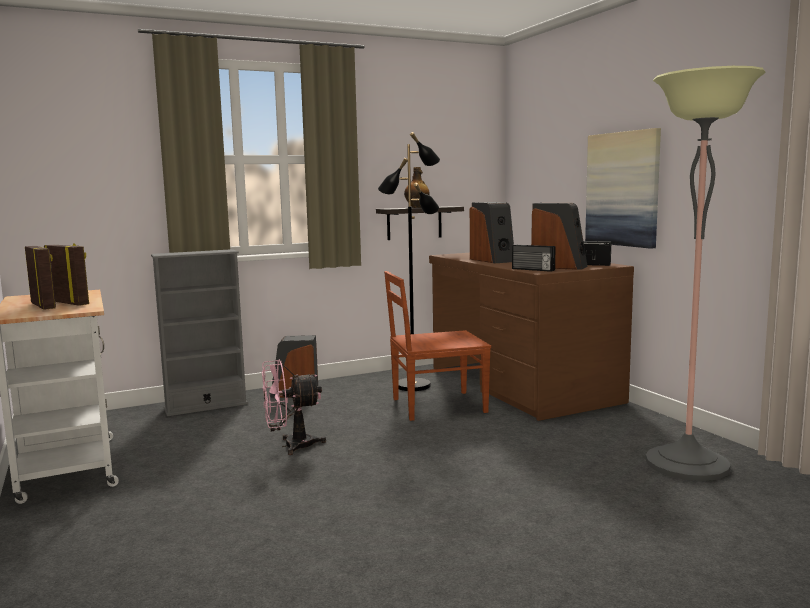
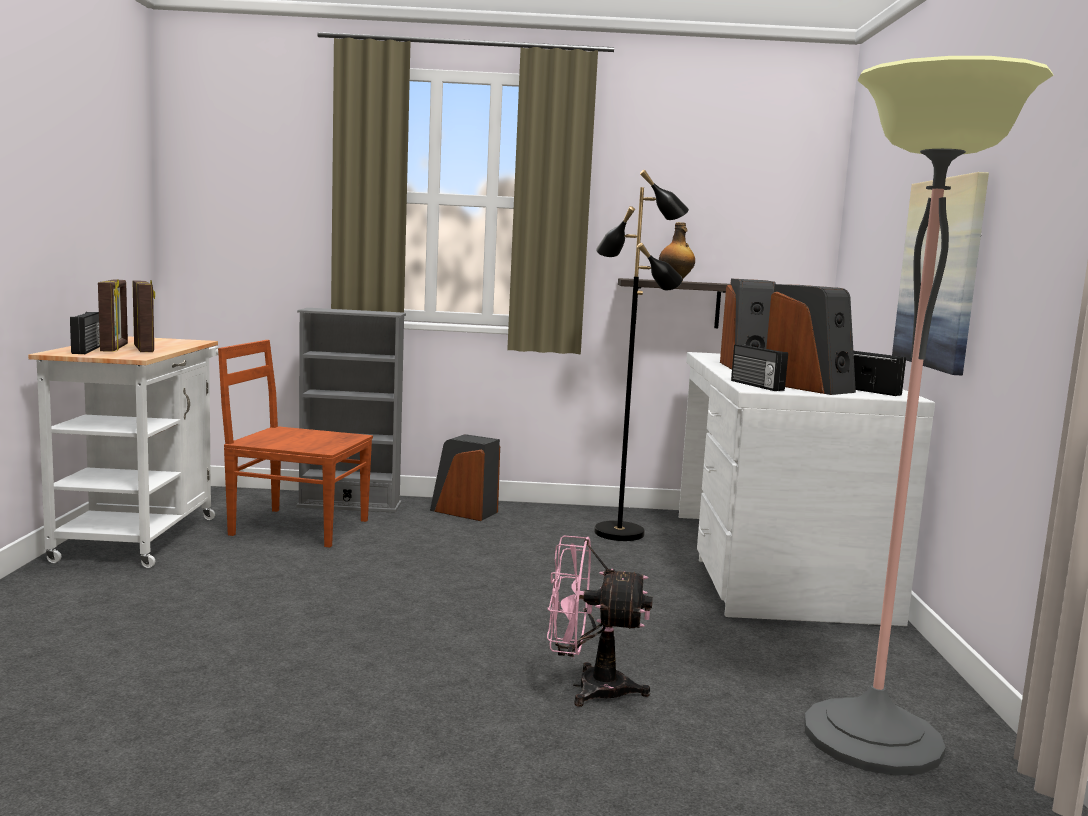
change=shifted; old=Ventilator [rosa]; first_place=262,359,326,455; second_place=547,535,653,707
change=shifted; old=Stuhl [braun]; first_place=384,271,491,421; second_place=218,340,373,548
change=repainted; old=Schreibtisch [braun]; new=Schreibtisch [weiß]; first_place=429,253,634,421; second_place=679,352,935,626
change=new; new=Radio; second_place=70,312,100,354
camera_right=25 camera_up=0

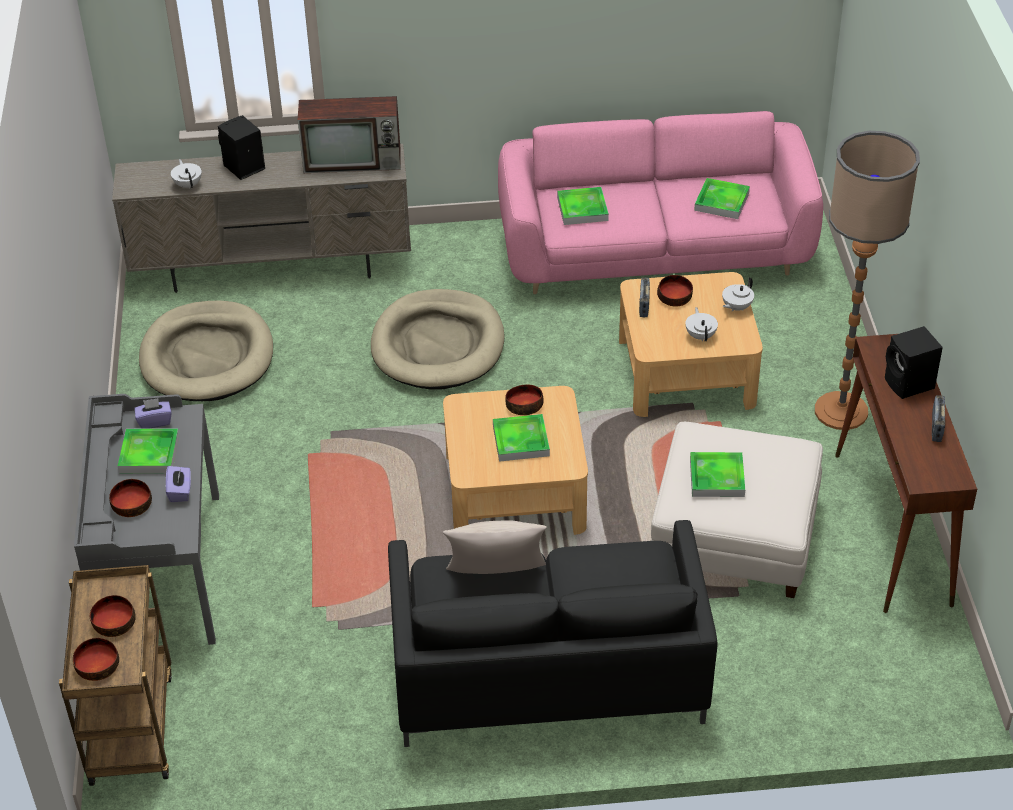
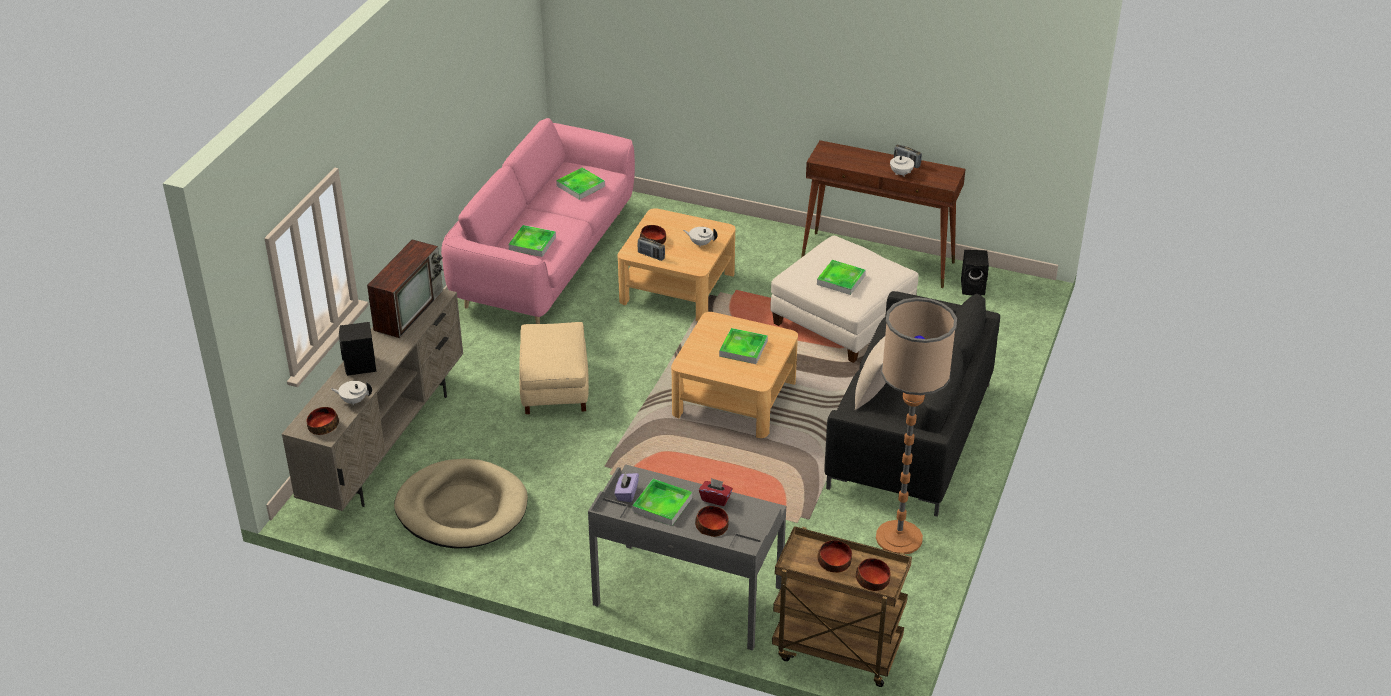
change=repainted; old=Taschentuchbox [lila]; new=Taschentuchbox [rot]; first_place=165,466,191,502; second_place=699,478,733,506
change=swapped; old=Hundebett [beige]; new=Polsterhocker [beige]; first_place=371,289,504,390; second_place=519,322,589,414
change=shifted; old=Schüssel; first_place=506,385,544,415; second_place=307,407,339,435
change=shifted; old=Teekanne [weiß]; first_place=722,277,754,311; second_place=890,149,914,177
change=shifted; old=Stehlampe; first_place=815,131,920,430; second_place=876,297,957,554
change=shifted; old=Lautsprecher [schwarz]; first_place=885,326,943,399; second_place=961,250,989,295
camera_right=-65 camera_up=-5

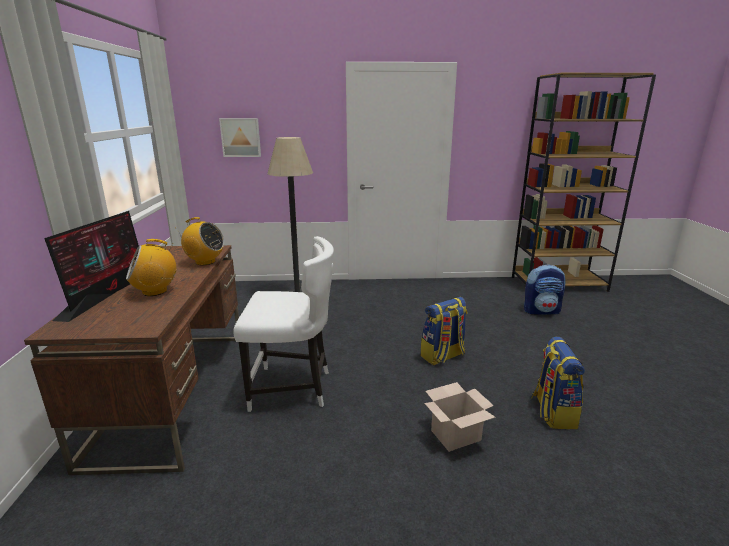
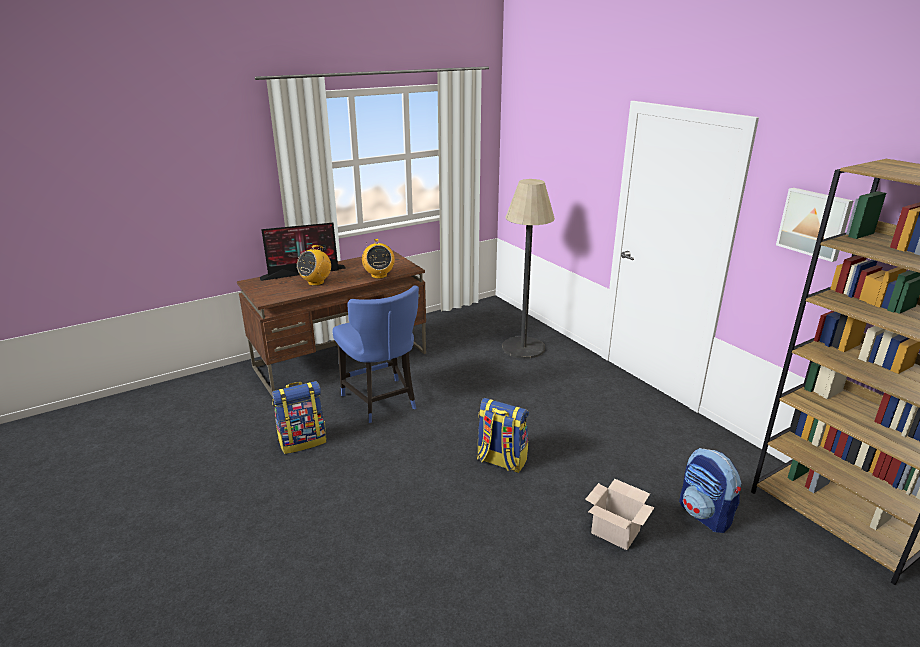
change=rotated; old=Radio; first_place=126,239,176,296; second_place=297,245,331,286; degrees=-90
change=shifted; old=Bild; first_place=219,118,261,157; second_place=776,188,853,262
change=repainted; old=Stuhl [weiß]; new=Stuhl [blau]; first_place=233,236,334,412; second_place=333,286,419,423
change=shifted; old=Karton; first_place=424,382,496,452; second_place=585,479,655,550
change=shifted; old=Rucksack; first_place=532,337,585,429; second_place=272,381,327,454
camera_right=60 camera_up=5

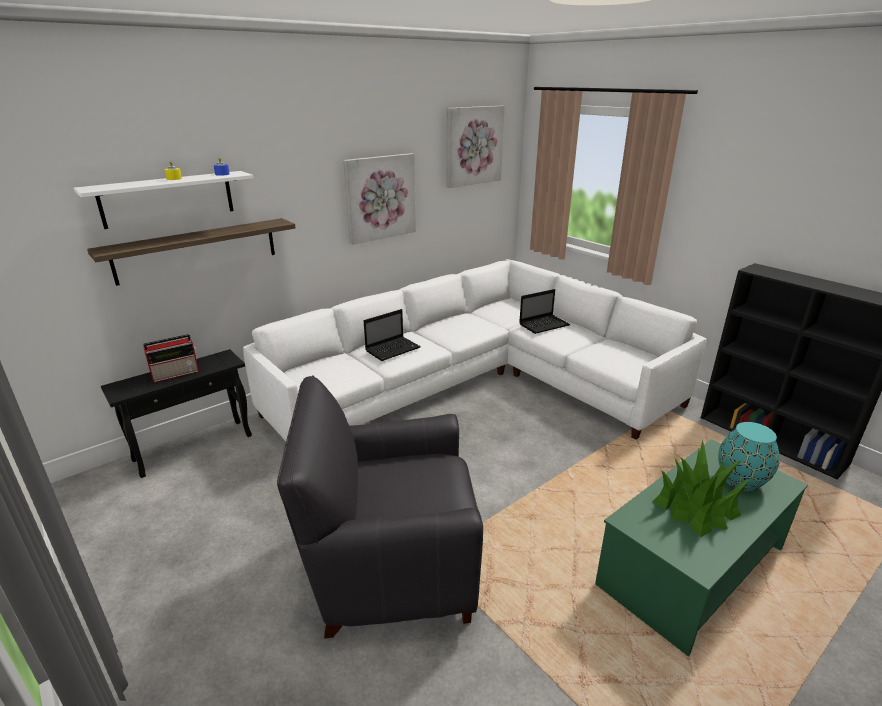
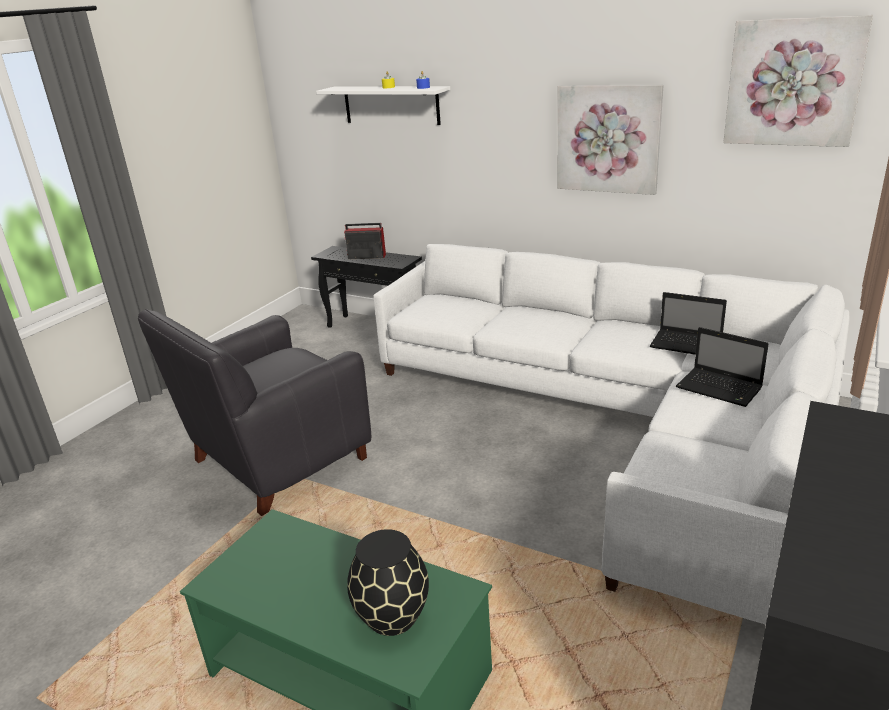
change=gone; old=Wandregal; first_place=87,218,296,286
change=rotated; old=Radio; first_place=143,334,199,383; second_place=344,223,386,259; degrees=150
change=rotated; old=Sessel [schwarz]; first_place=277,375,483,638; second_place=138,309,371,516; degrees=-105
change=shifted; old=Laptop; first_place=364,309,421,361; second_place=650,292,727,355
change=gone; old=Topfpflanze; first_place=652,440,751,537
change=repainted; old=Vase [türkis]; new=Vase [schwarz]; first_place=718,422,780,491; second_place=347,529,429,636
camera_right=70 camera_up=0

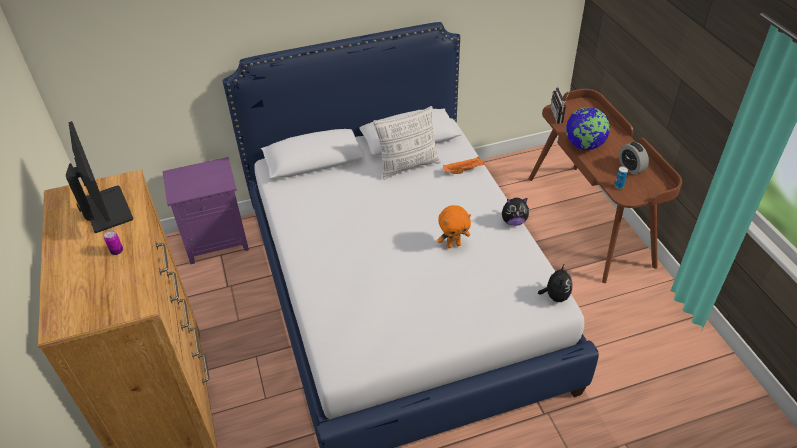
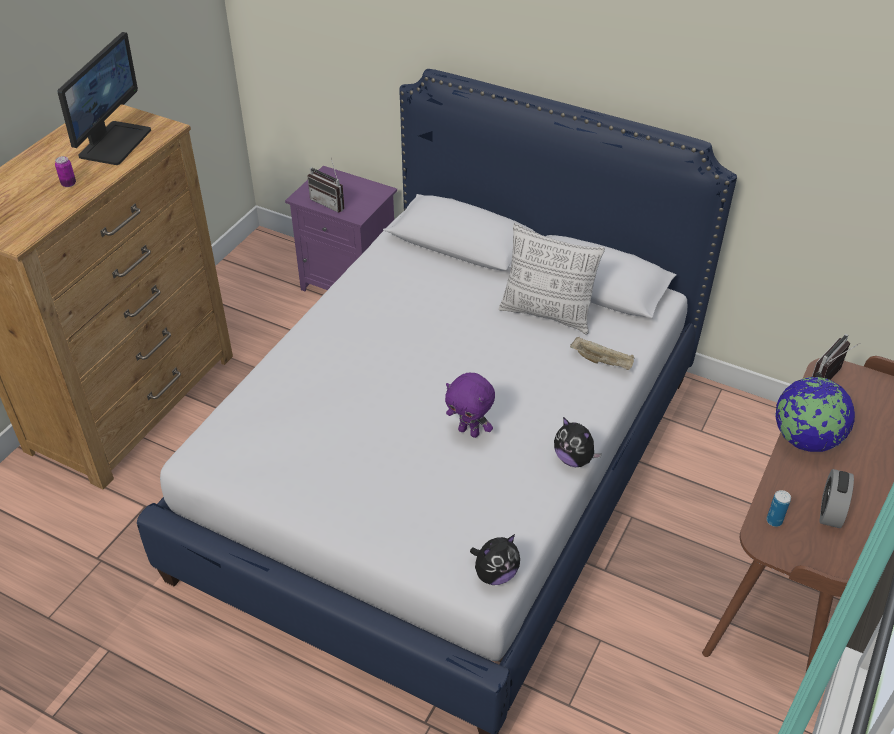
change=repainted; old=Plüschtier [orange]; new=Plüschtier [lila]; first_place=437,205,471,248; second_place=445,373,495,438
change=repainted; old=Tablett [orange]; new=Tablett [beige]; first_place=443,156,485,174; second_place=570,337,634,370
change=new; new=Radio; second_place=308,159,344,213
camera_right=45 camera_up=0

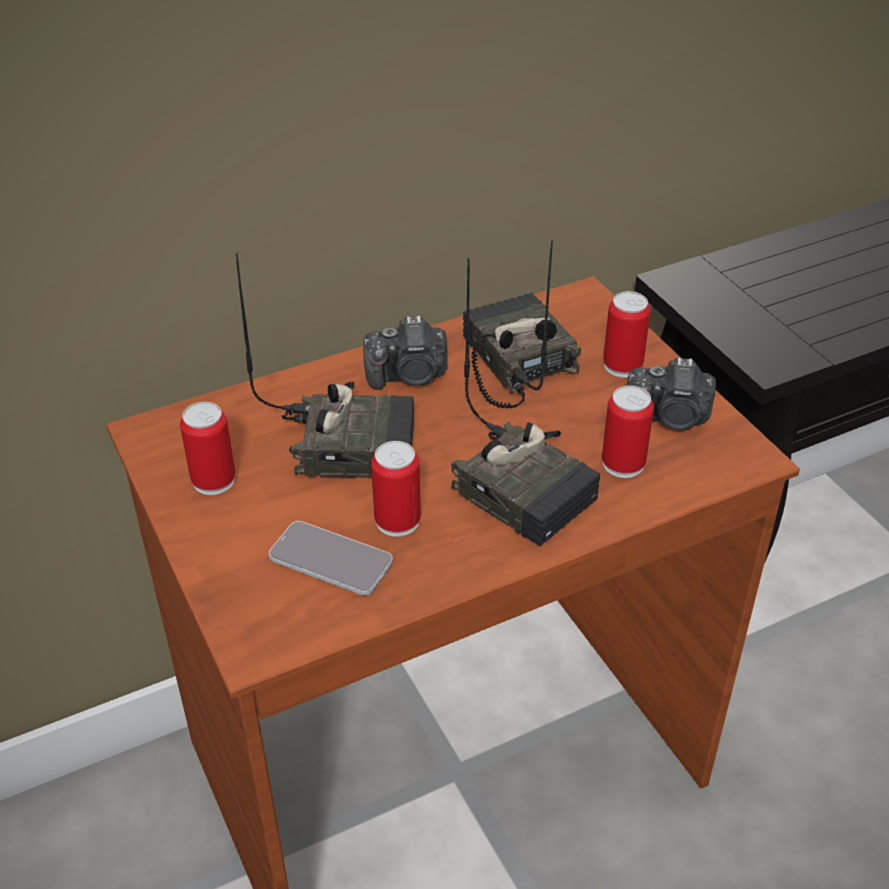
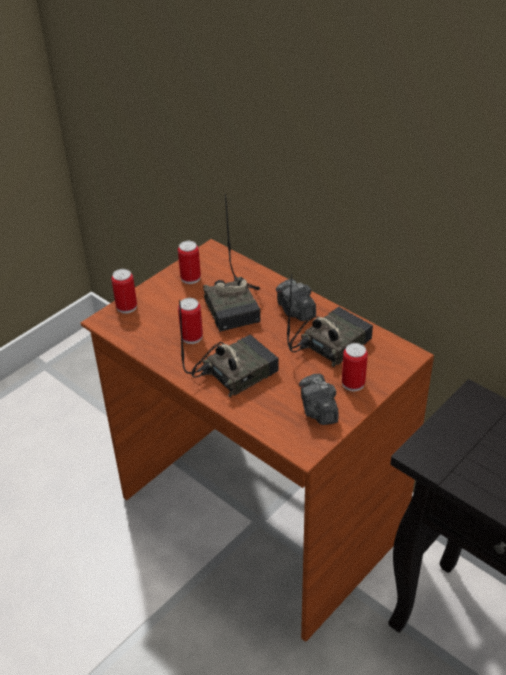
change=gone; old=Handy; first_place=269,521,393,596
change=rotated; old=Radio; first_place=451,258,600,547; second_place=179,299,279,398; degrees=-150
change=shifted; old=Dose; first_place=602,386,654,478; second_place=111,269,137,314
camera_right=70 camera_up=0

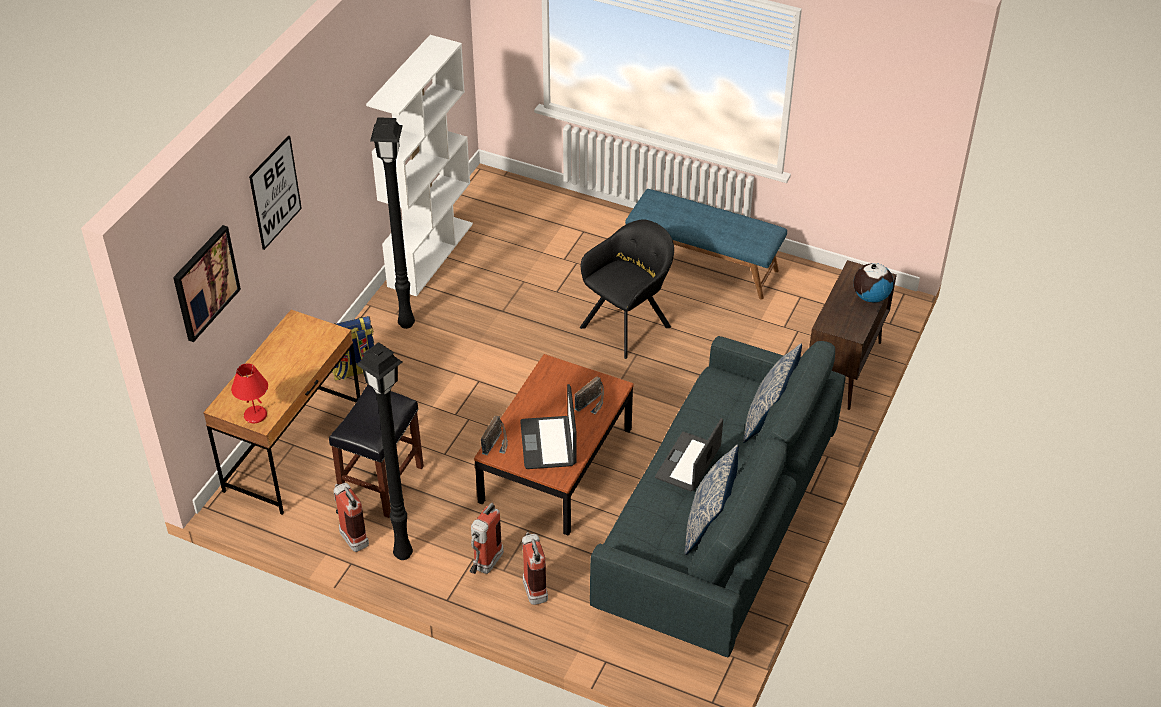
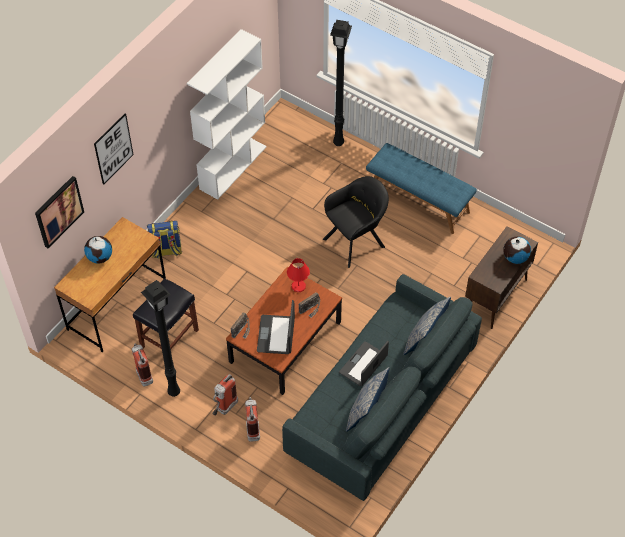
change=shifted; old=Tischlampe [rot]; first_place=231,363,268,423; second_place=287,258,310,292
change=shifted; old=Stehlampe [schwarz]; first_place=370,117,415,329; second_place=330,20,352,146
change=new; new=Globus; second_place=84,236,112,263
camera_right=10 camera_up=10

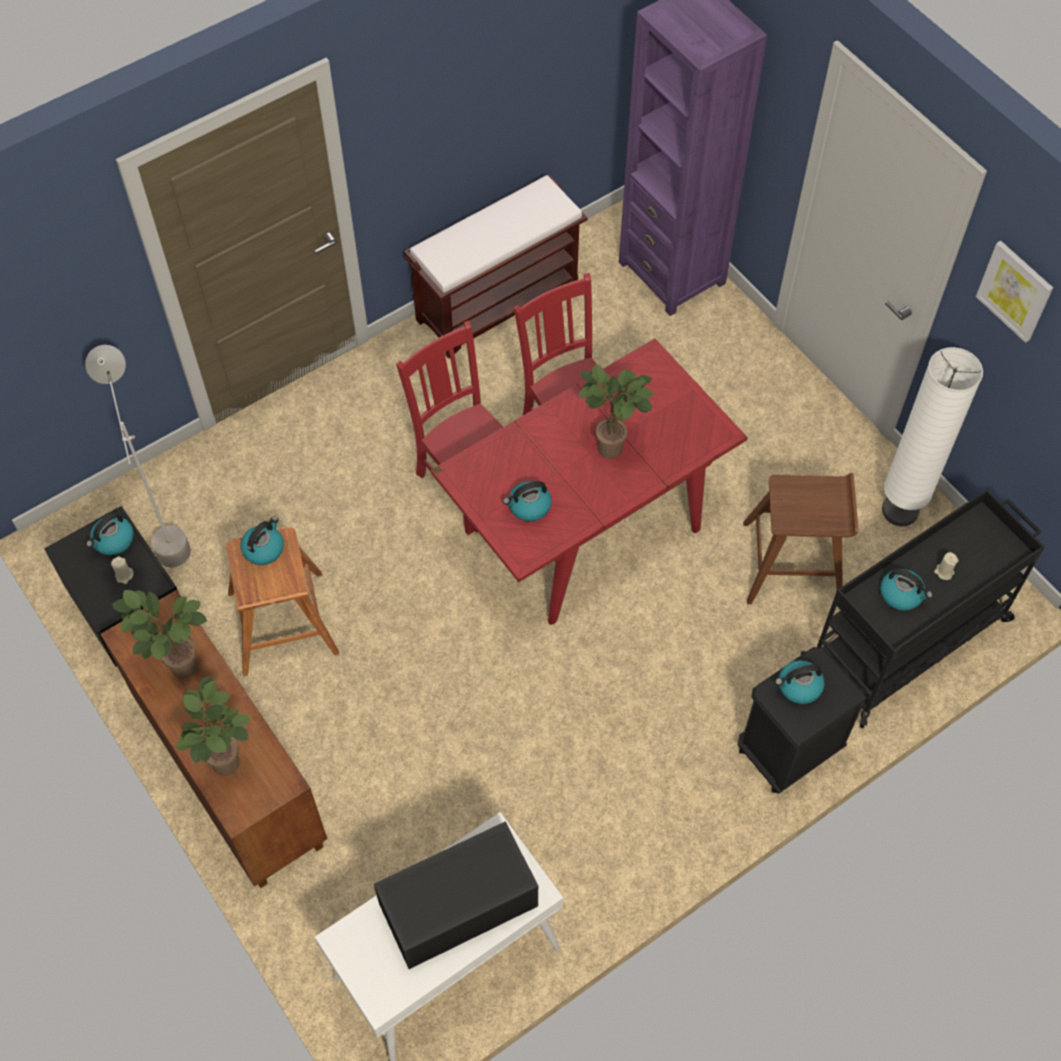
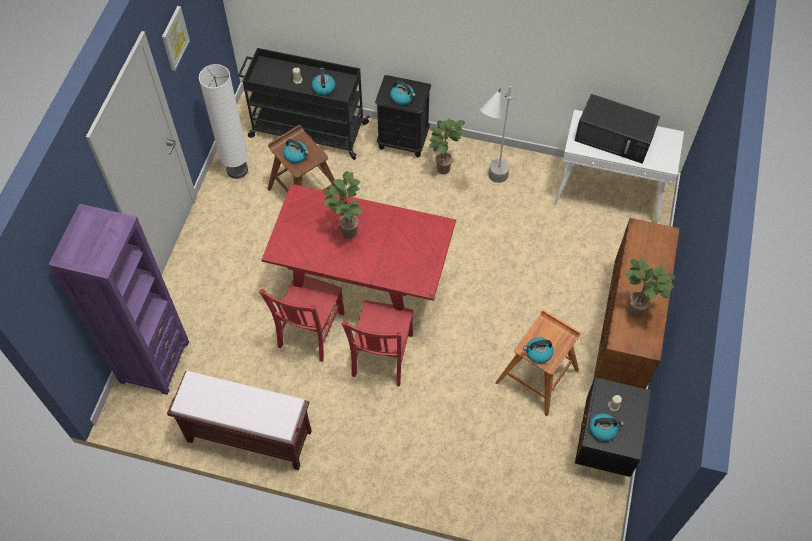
change=shifted; old=Stehlampe [grau]; first_place=85,345,191,567; second_place=480,86,516,183
change=shifted; old=Topfpflanze; first_place=176,676,251,776; second_place=429,119,465,174
change=shifted; old=Wasserkessel; first_place=503,481,552,521; second_place=283,139,309,163
camera_right=-130 camera_up=0

